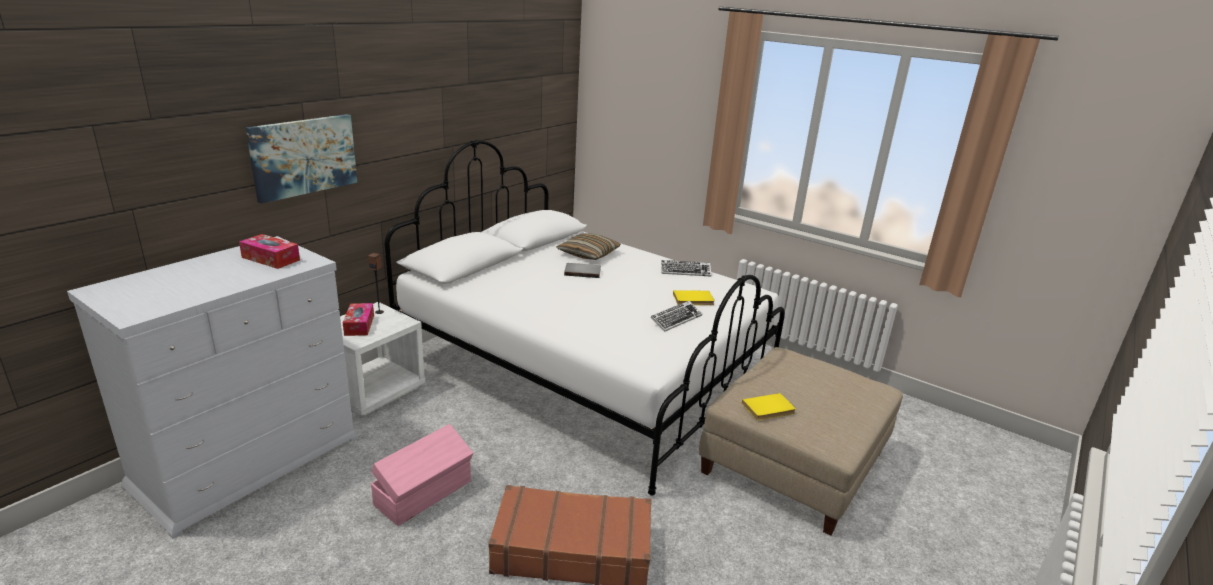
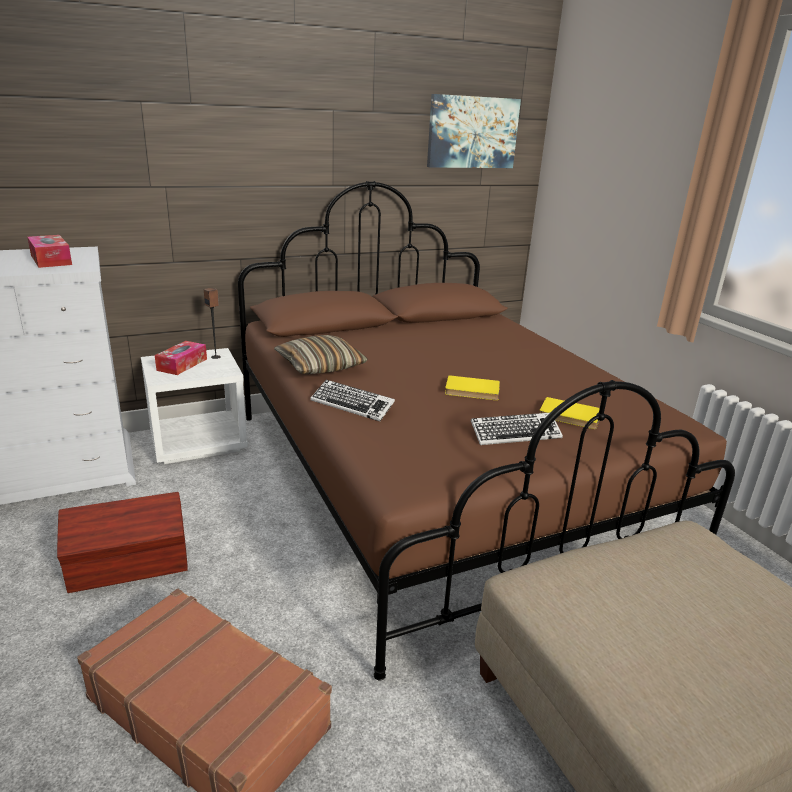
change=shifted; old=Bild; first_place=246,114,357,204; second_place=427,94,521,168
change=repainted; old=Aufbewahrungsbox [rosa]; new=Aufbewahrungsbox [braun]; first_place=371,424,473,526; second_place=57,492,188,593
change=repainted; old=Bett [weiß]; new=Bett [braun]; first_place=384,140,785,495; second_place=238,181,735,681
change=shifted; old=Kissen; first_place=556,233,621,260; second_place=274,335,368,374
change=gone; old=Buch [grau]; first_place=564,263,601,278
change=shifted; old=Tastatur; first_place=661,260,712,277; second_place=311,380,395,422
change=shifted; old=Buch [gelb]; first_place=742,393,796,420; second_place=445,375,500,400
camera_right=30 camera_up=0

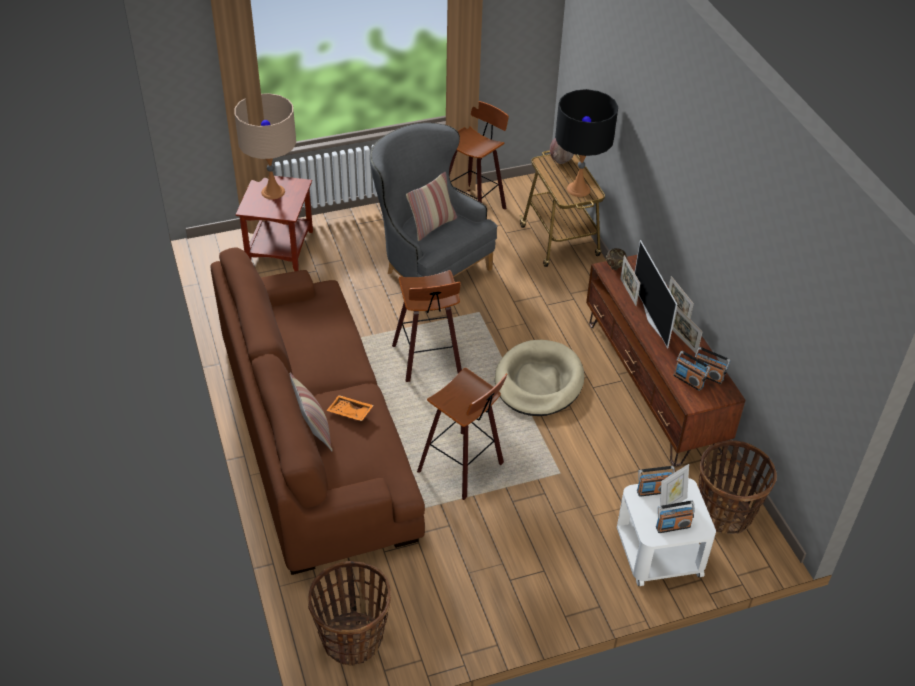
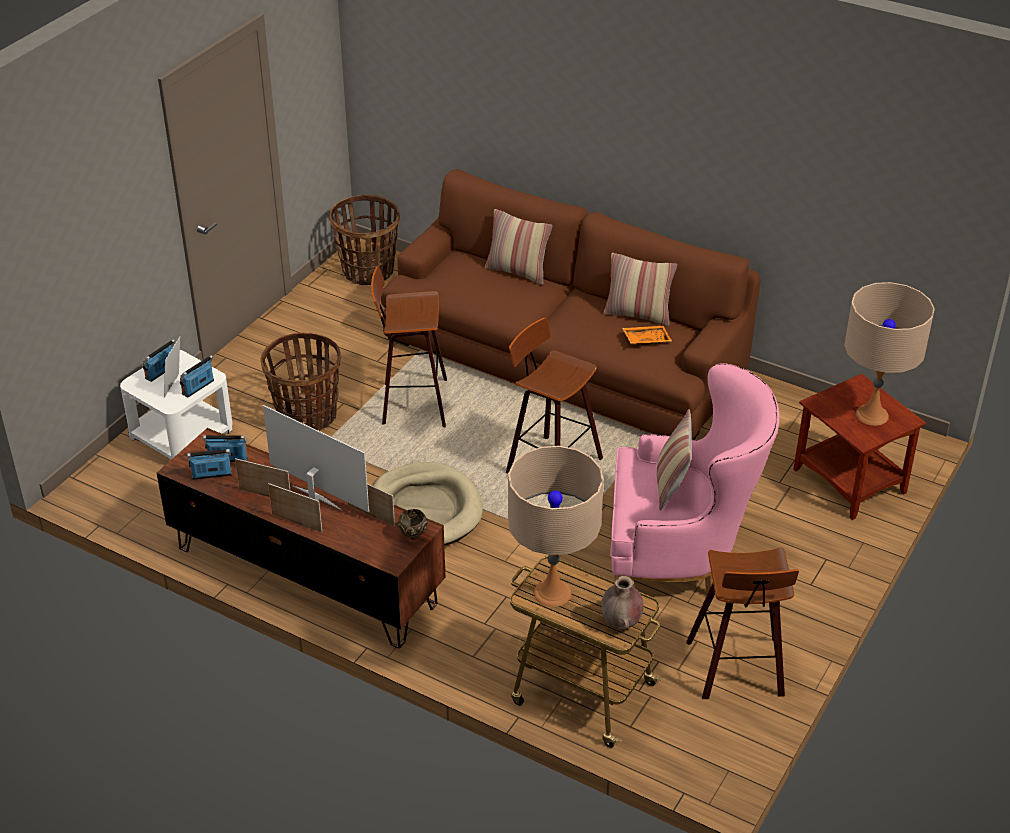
change=shifted; old=Tablett [orange]; first_place=326,395,374,421; second_place=622,326,672,345
change=repainted; old=Sessel [grau]; new=Sessel [rosa]; first_place=369,123,497,277; second_place=610,363,779,596
change=repainted; old=Tischlampe [schwarz]; new=Tischlampe [beige]; first_place=555,89,618,197; second_place=508,446,604,607
change=shifted; old=Korb; first_place=699,440,777,534; second_place=261,332,341,431
change=new; new=Kissen; second_place=603,253,677,326
camera_right=140 camera_up=-5

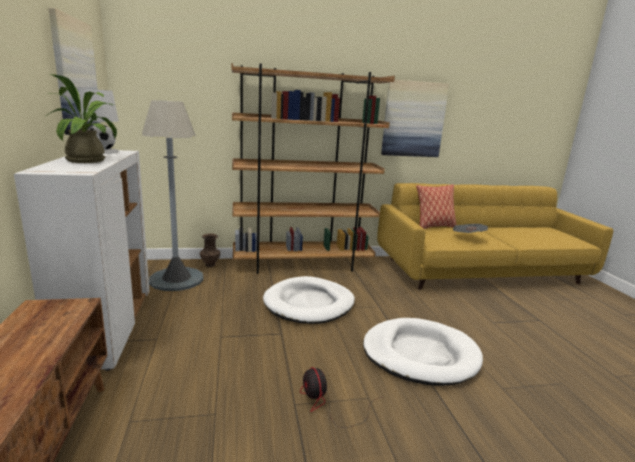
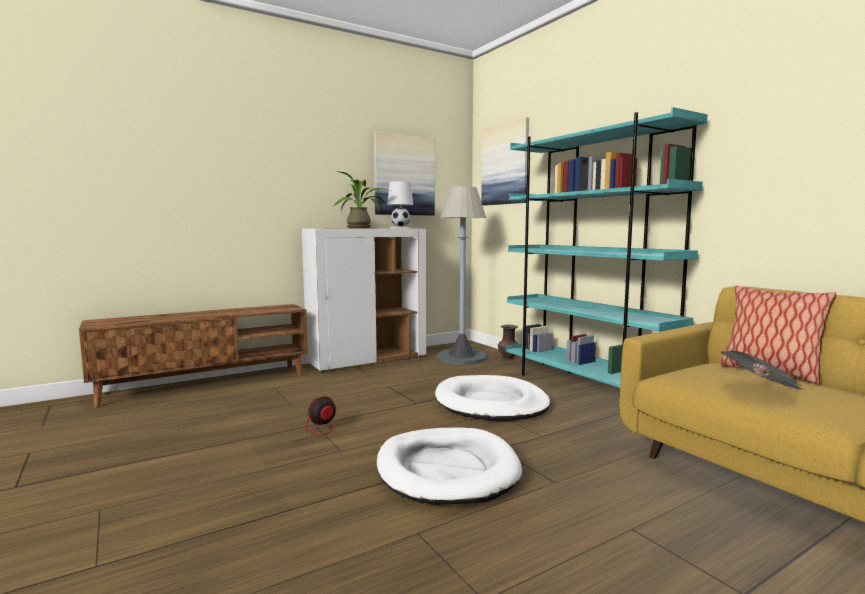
change=repainted; old=Bücherregal [braun]; new=Bücherregal [türkis]; first_place=232,63,395,274; second_place=506,107,707,410
change=shifted; old=Bild; first_place=381,80,449,157; second_place=481,117,529,206
camera_right=70 camera_up=-10

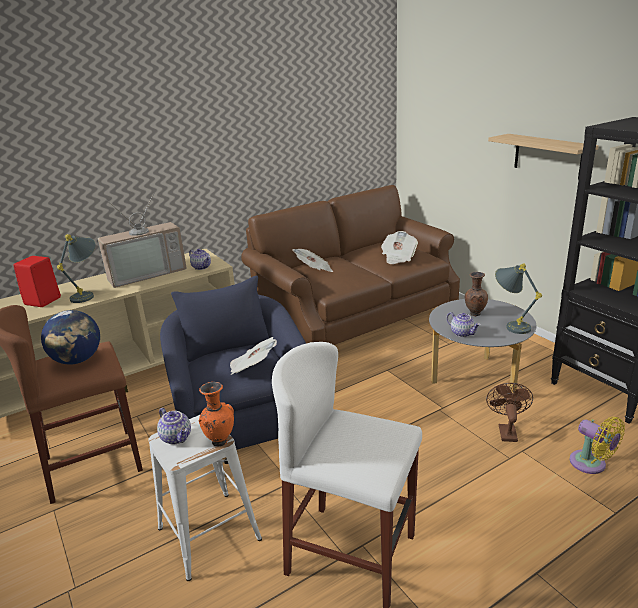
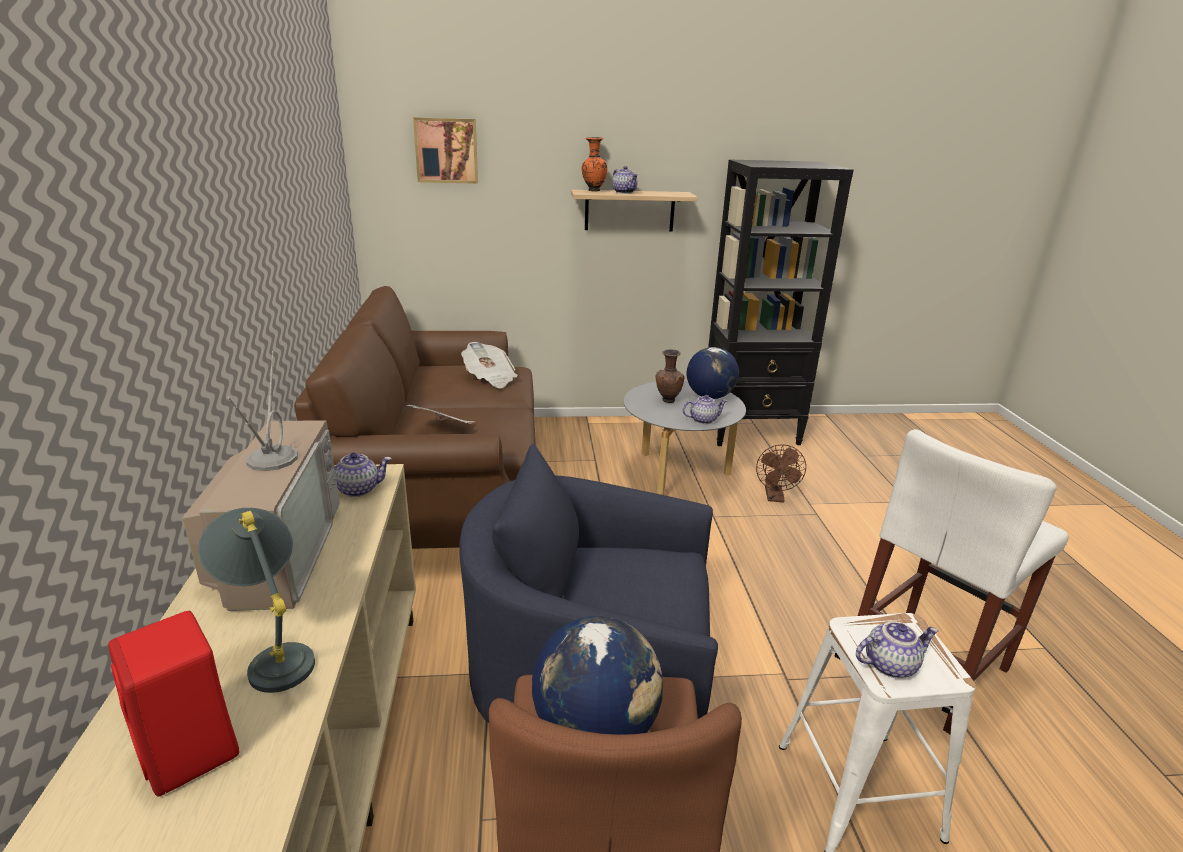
change=shifted; old=Vase [orange]; first_place=199,382,234,447; second_place=581,137,608,192
change=gone; old=Zeitung; first_place=230,337,277,375
change=rotated; old=Ventilator [braun]; first_place=486,383,533,442; second_place=756,444,806,502; degrees=-120
change=swapped; old=Tischlampe [grau]; new=Globus; first_place=495,263,542,334; second_place=687,347,739,399
change=gone; old=Ventilator [gelb]; first_place=570,417,625,474
change=new; new=Bild; second_place=413,117,478,184
change=new; new=Teekanne; second_place=612,166,638,194
camera_right=-65 camera_up=0

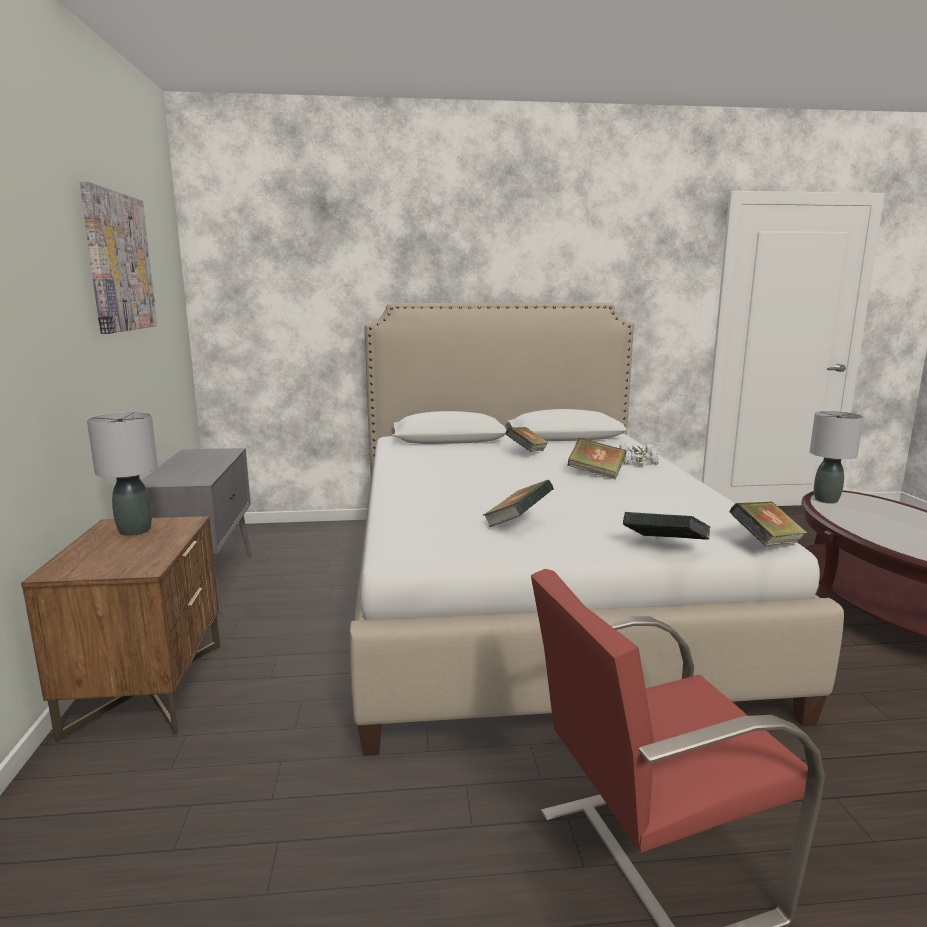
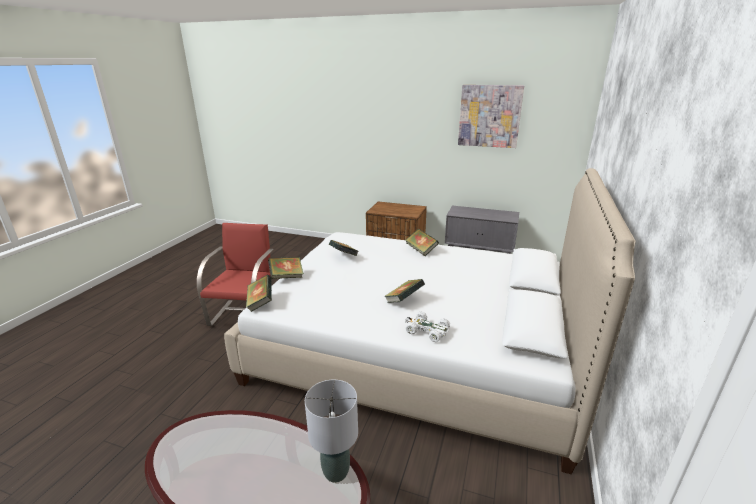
change=gone; old=Tischlampe [grau]; first_place=87,412,158,536
change=shifted; old=Buch; first_place=505,427,549,452; second_place=406,229,439,256
camera_right=115 camera_up=10

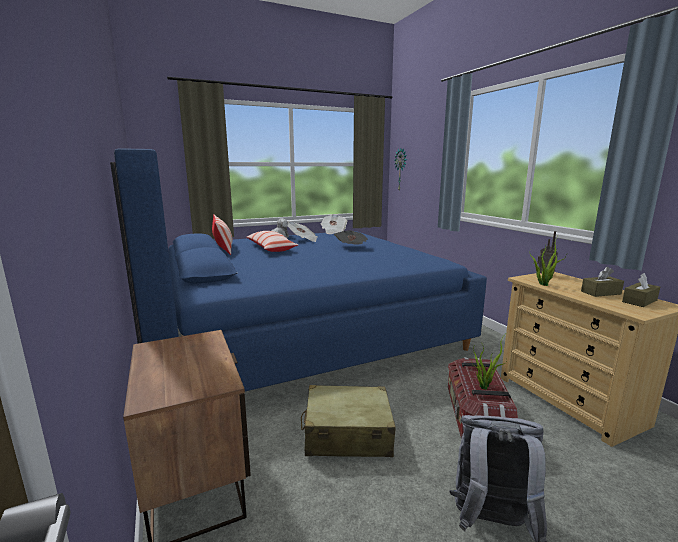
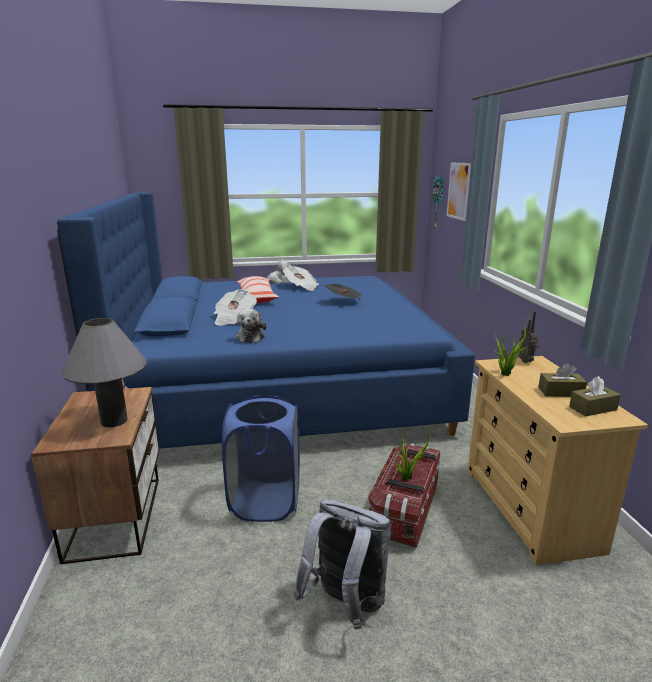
change=gone; old=Kissen; first_place=212,214,233,255
change=swapped; old=Koffer [beige]; new=Wäschekorb [blau]; first_place=301,385,396,457; second_place=222,395,300,522
change=shifted; old=Zeitung; first_place=320,214,348,234; second_place=214,289,257,325
change=new; new=Tischlampe [grau]; second_place=61,318,147,427
change=new; new=Plüschtier; second_place=235,309,266,343
change=new; new=Bild; second_place=447,163,471,221
camera_right=15 camera_up=5

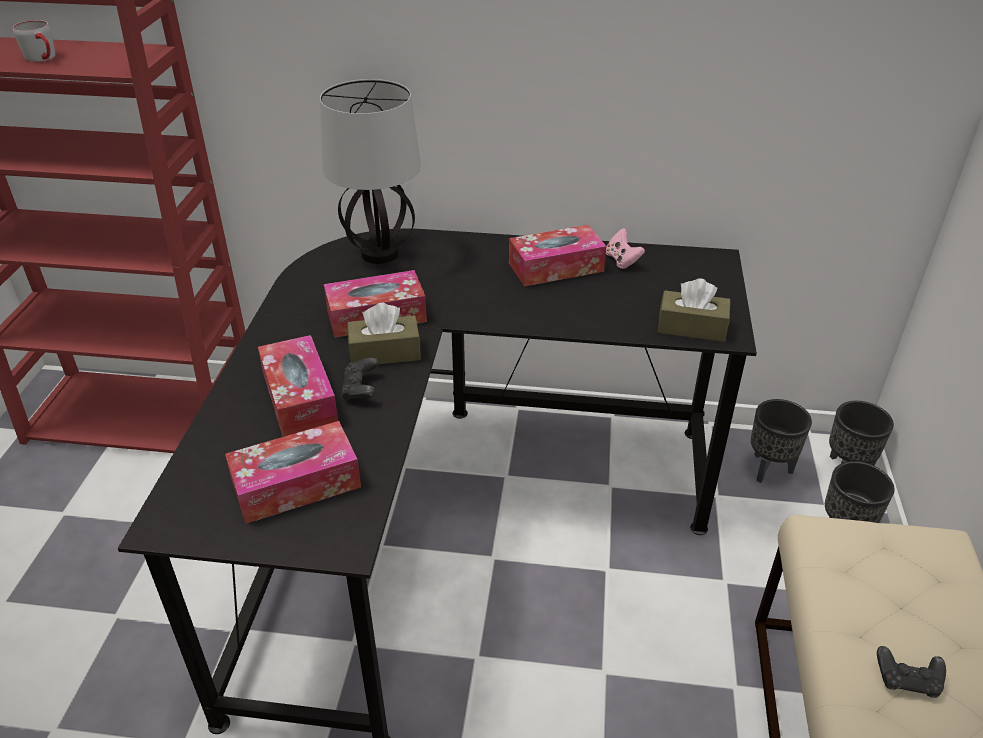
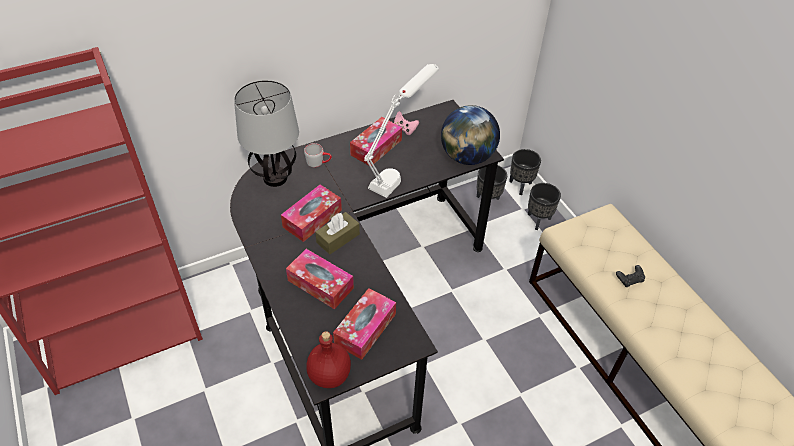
change=shifted; old=Henkelbecher [grau]; first_place=13,20,56,62; second_place=304,143,332,167
change=gone; old=Gamepad [schwarz]; first_place=341,358,379,401
change=swapped; old=Taschentuchbox [braun]; new=Globus; first_place=658,278,731,342; second_place=441,105,500,165
change=new; new=Flasche [rot]; second_place=306,331,351,388
change=new; new=Tischlampe [weiß]; second_place=364,64,439,198
camera_right=-35 camera_up=10

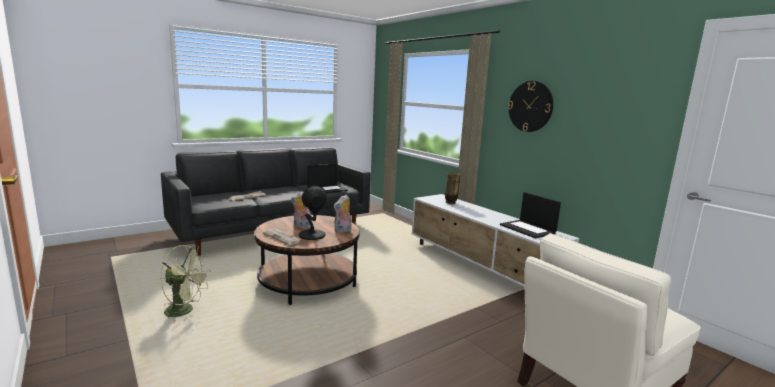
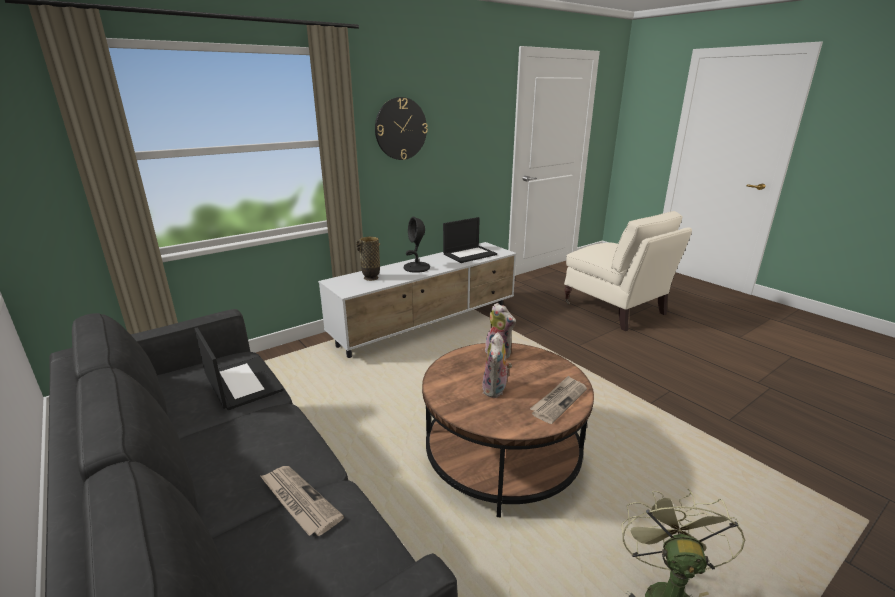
change=shifted; old=Tischlampe [schwarz]; first_place=299,186,327,240; second_place=404,216,430,273
camera_right=-90 camera_up=10

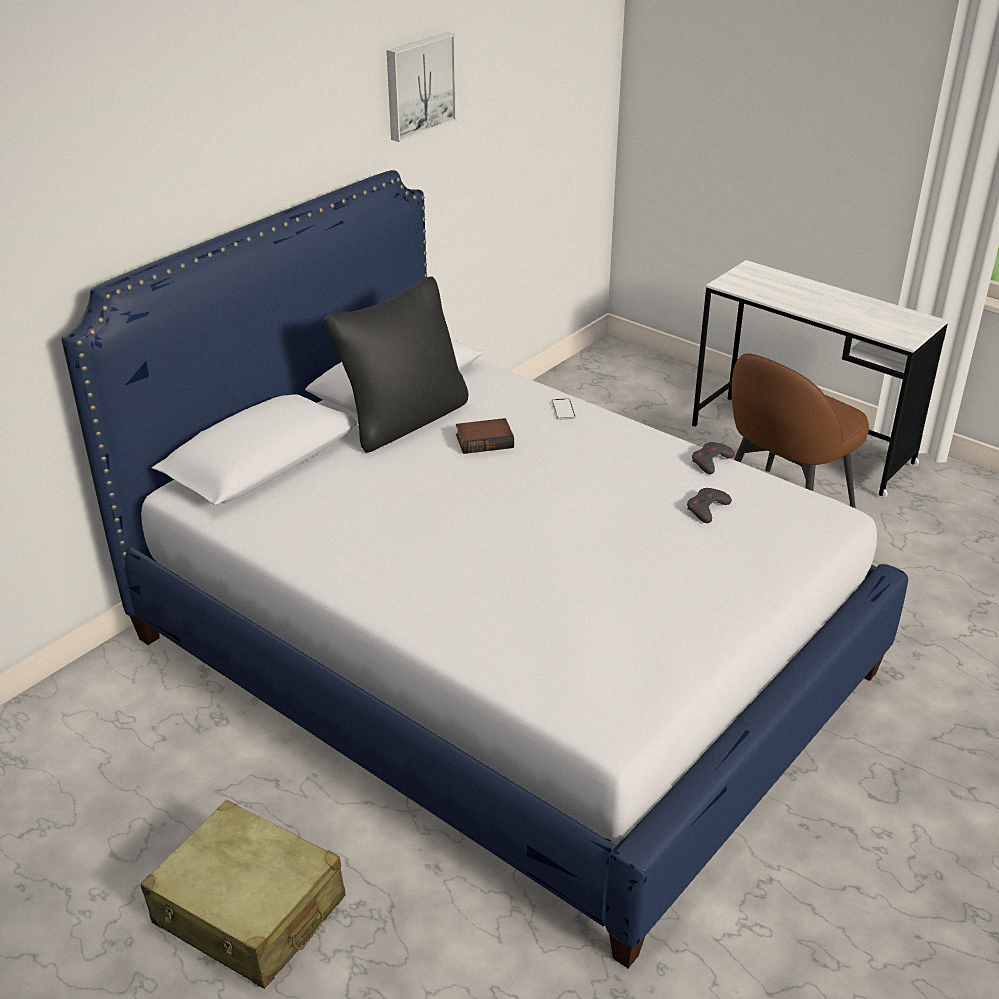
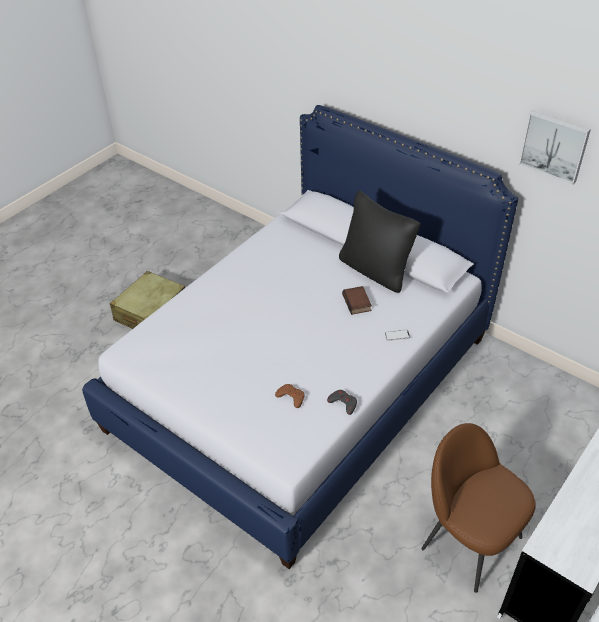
change=repainted; old=Gamepad [grau]; new=Gamepad [braun]; first_place=687,488,732,523; second_place=275,384,305,408
camera_right=90 camera_up=10

